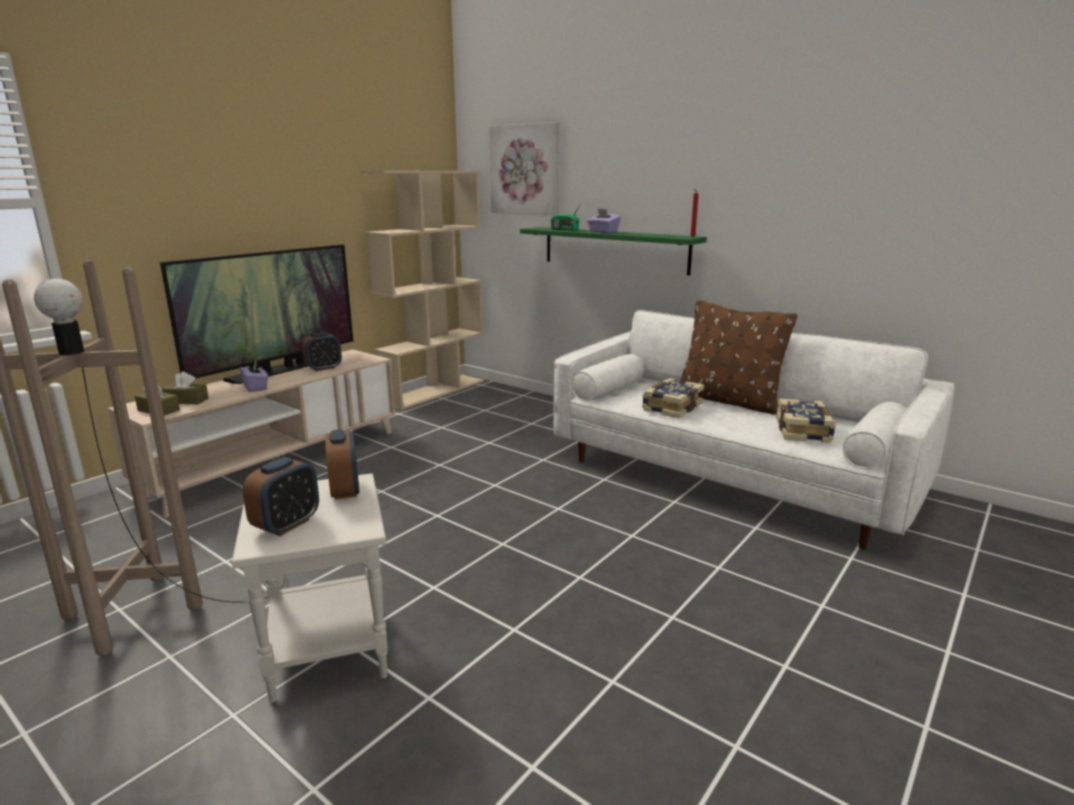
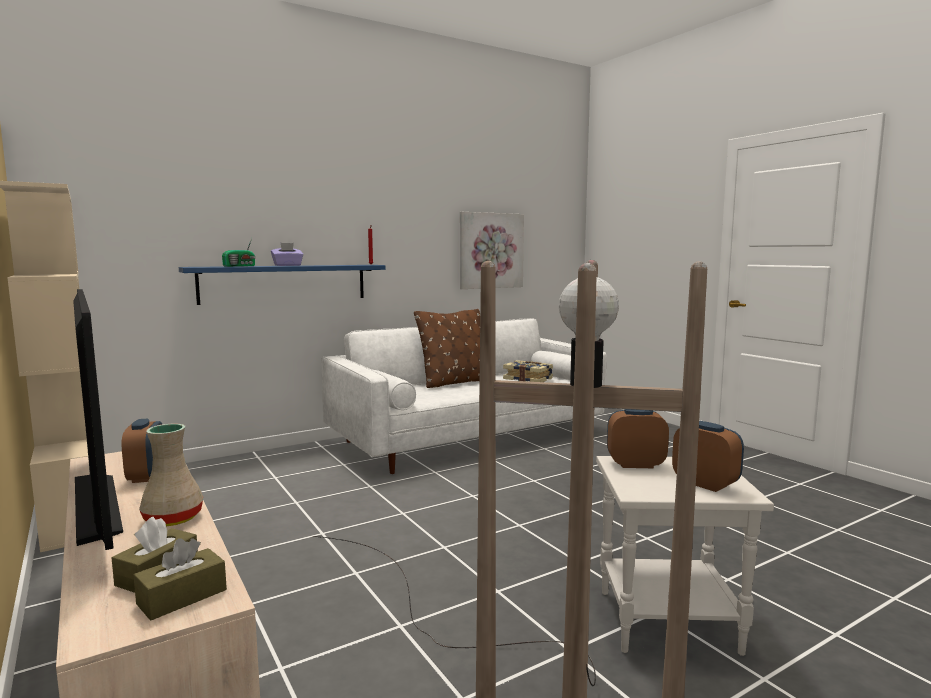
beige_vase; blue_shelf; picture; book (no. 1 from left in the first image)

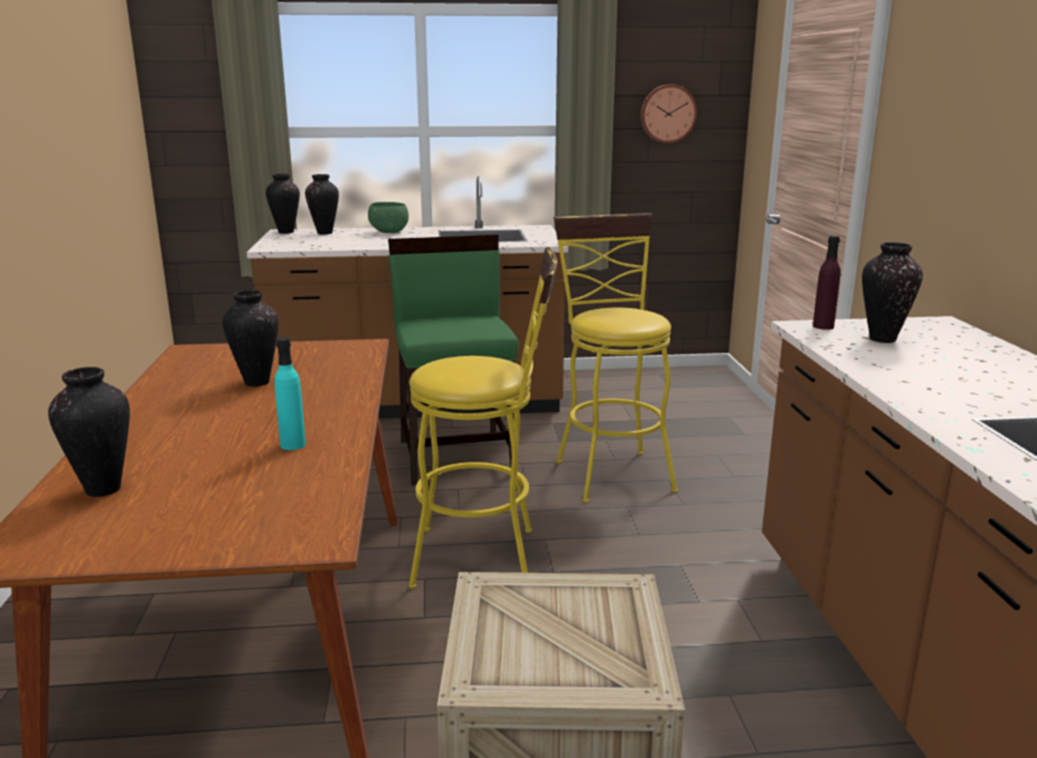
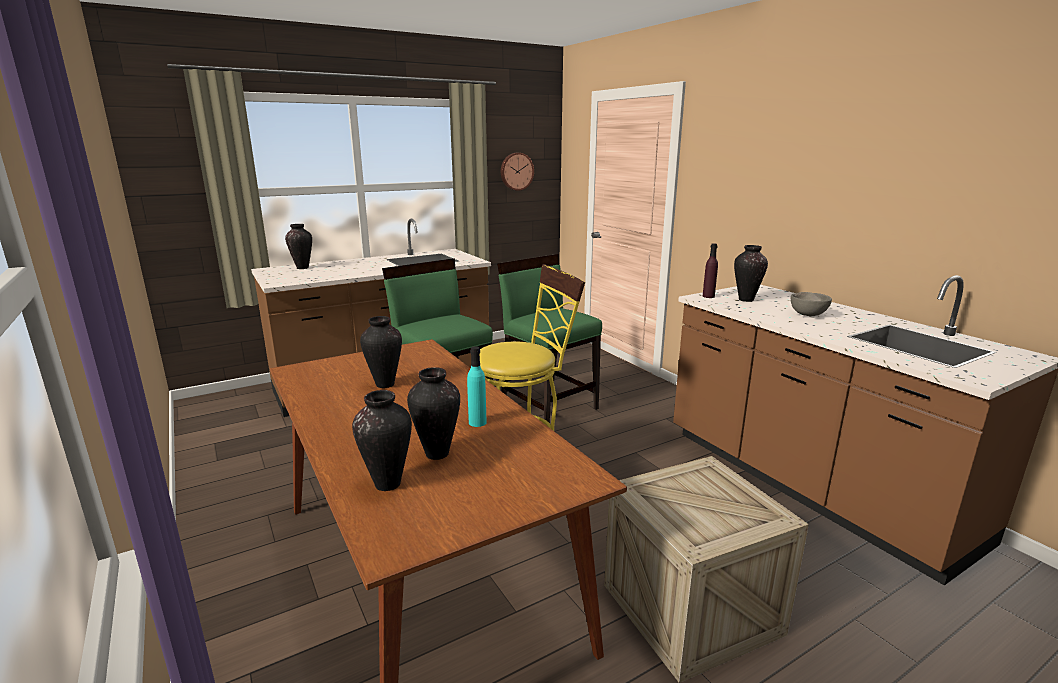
vase (no. 4 from left); green_chair (no. 2 from left); grey_bowl; green_bowl

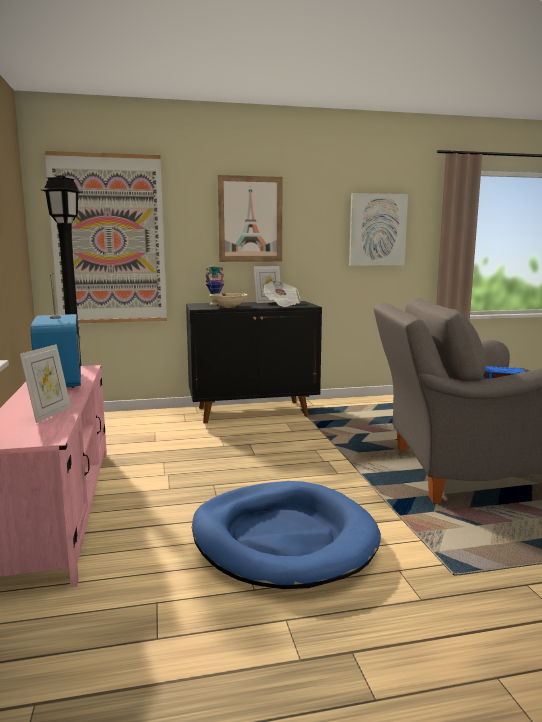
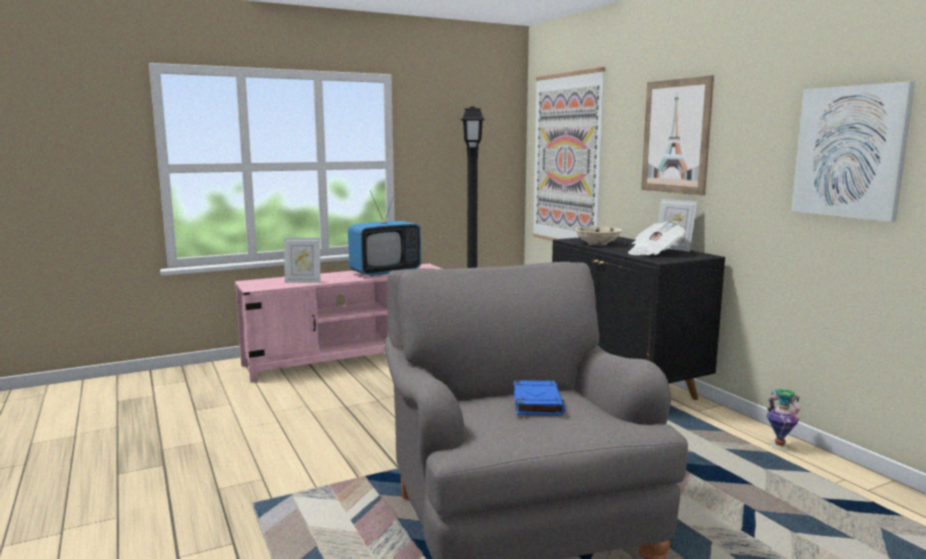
vase; blue_dog_bed

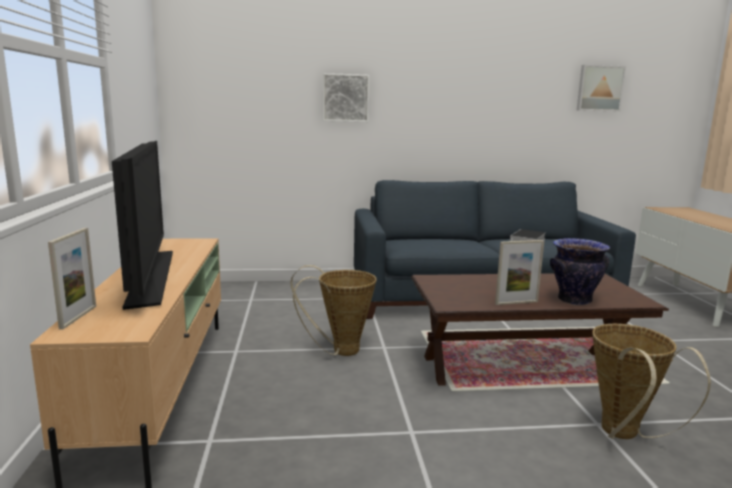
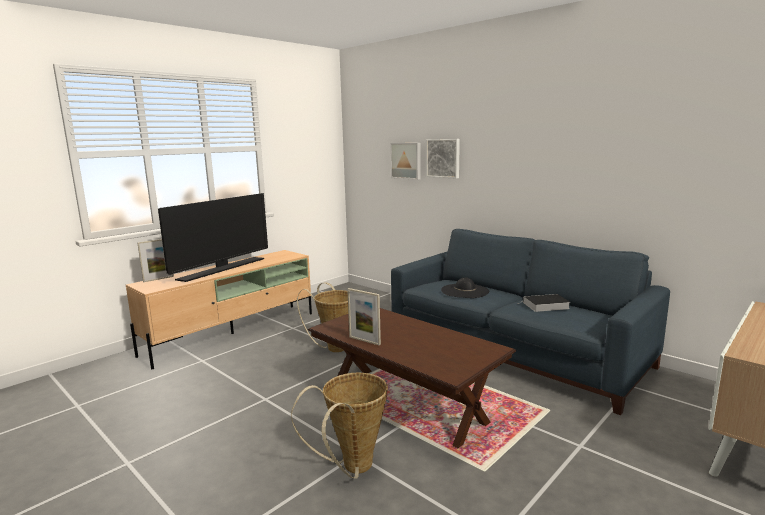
picture (no. 1 from left); black_hat; vase

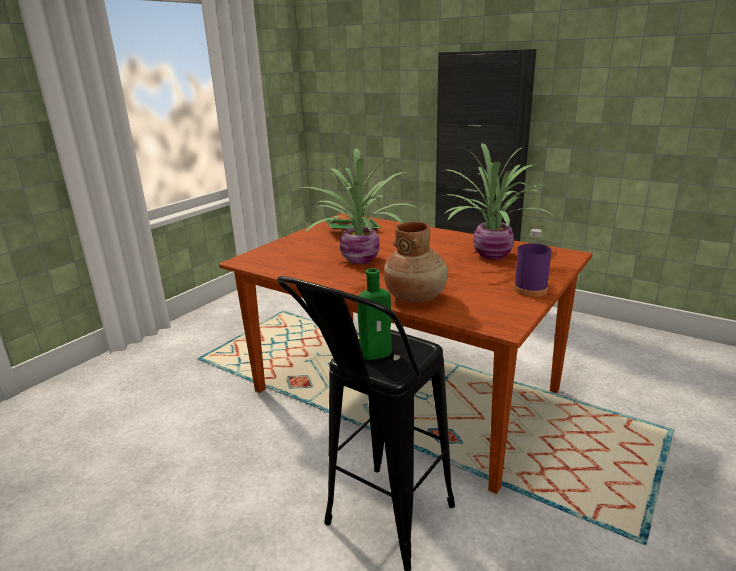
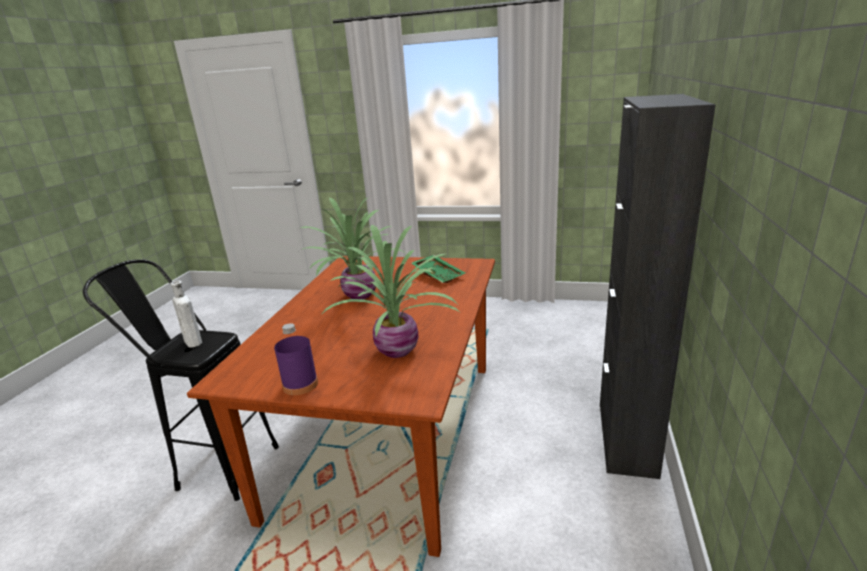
white_bottle; brown_vase

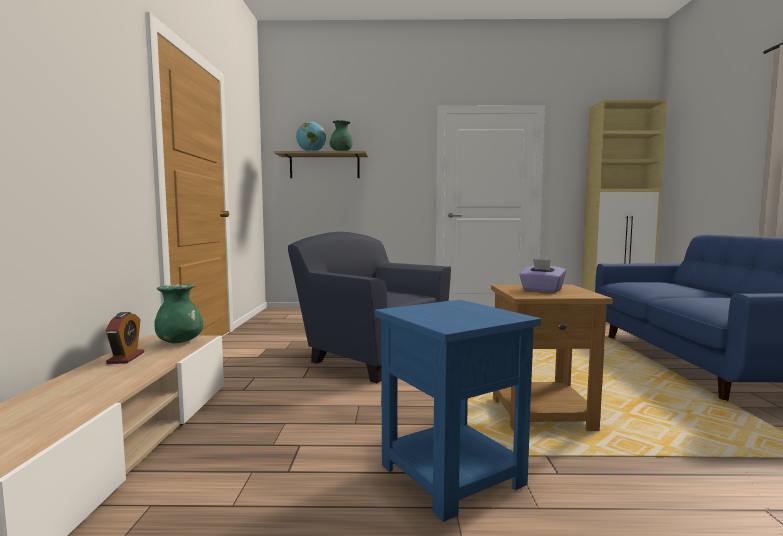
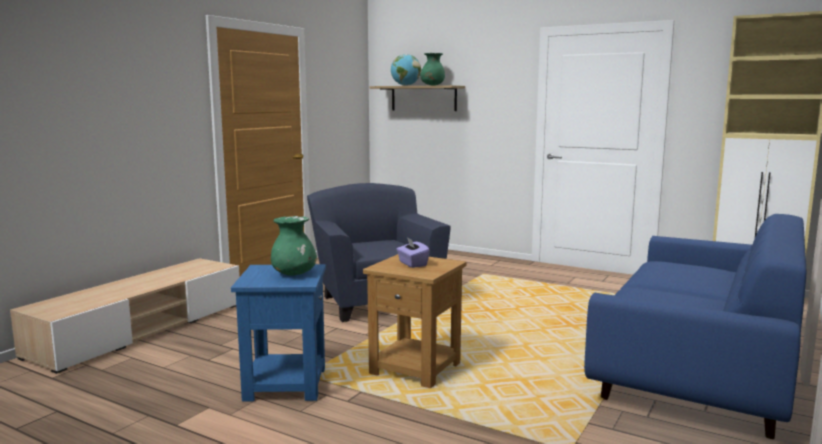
green_vase (no. 1 from left); alarm_clock

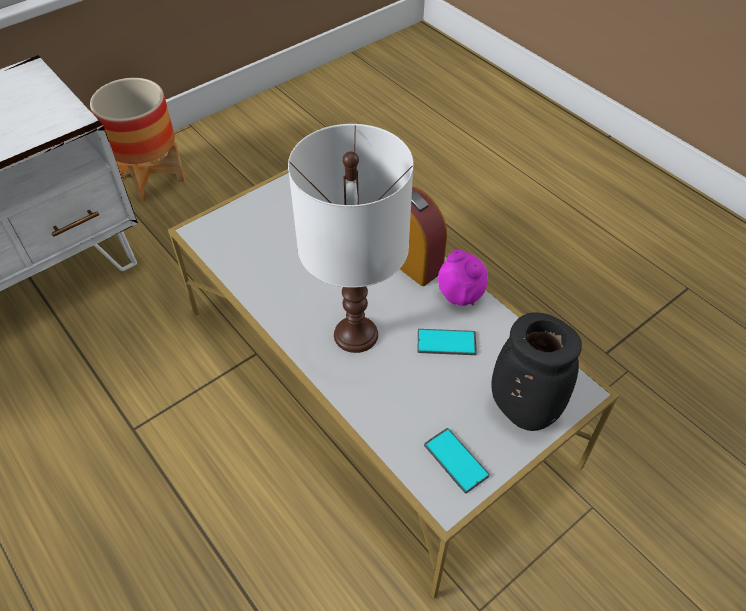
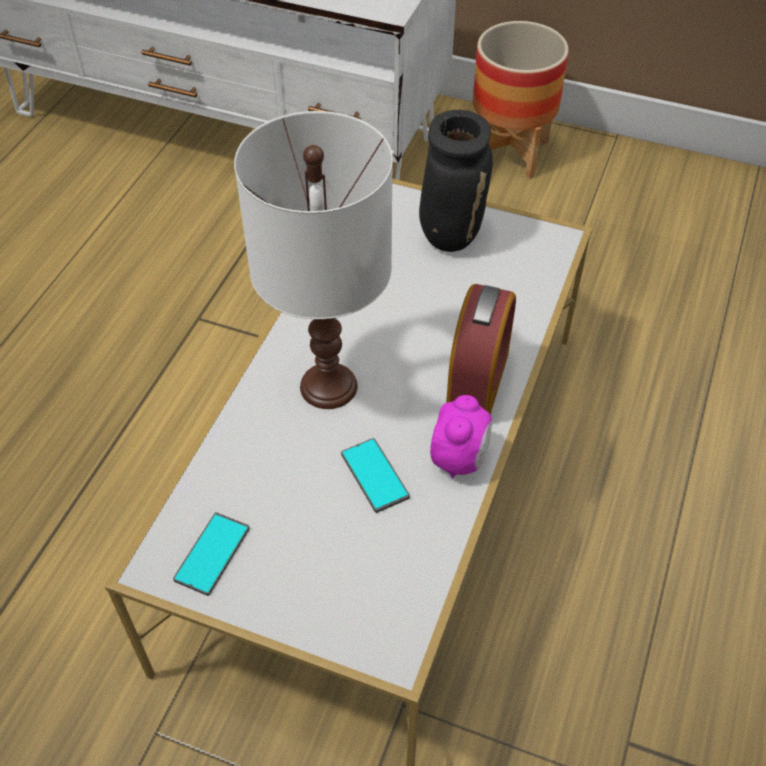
black_vase

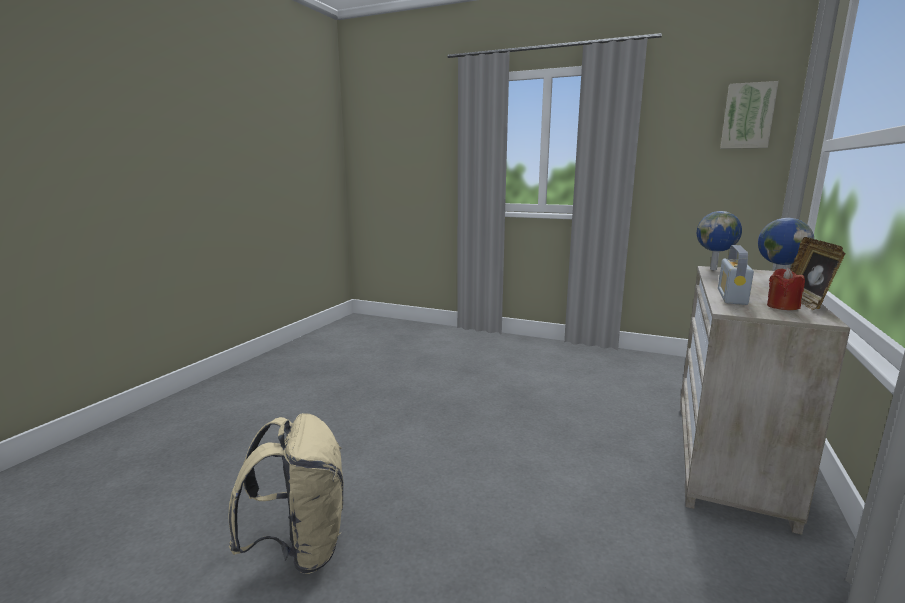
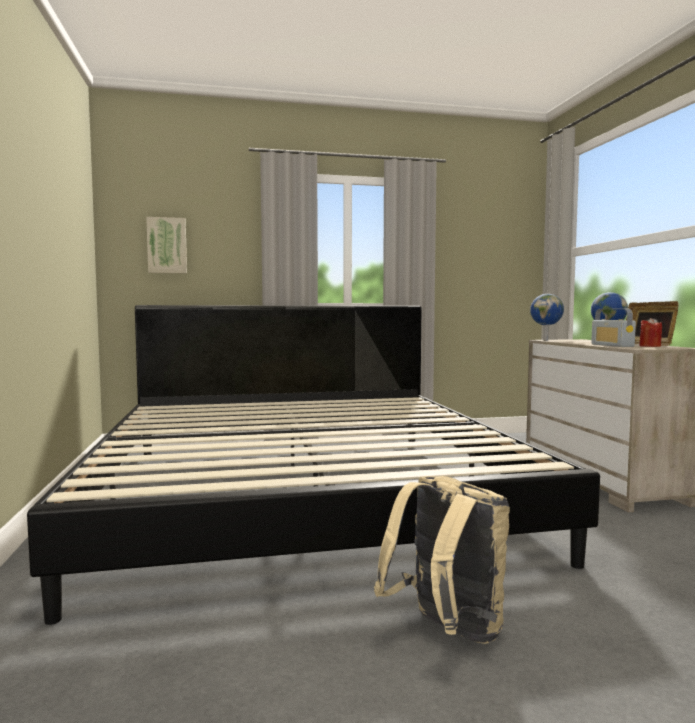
bed; picture

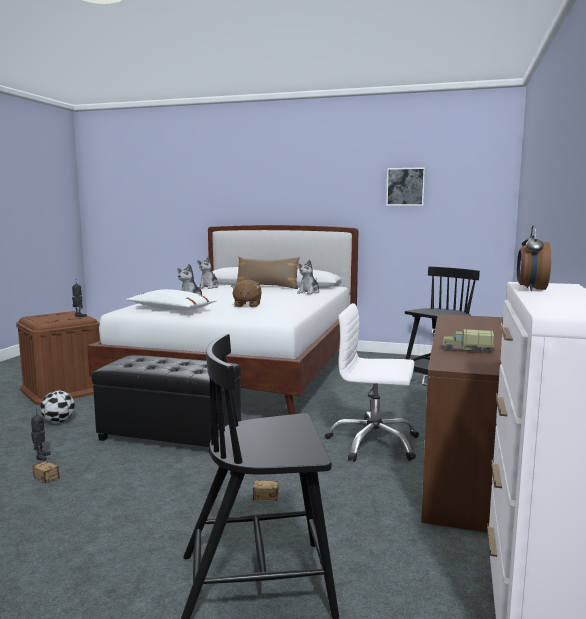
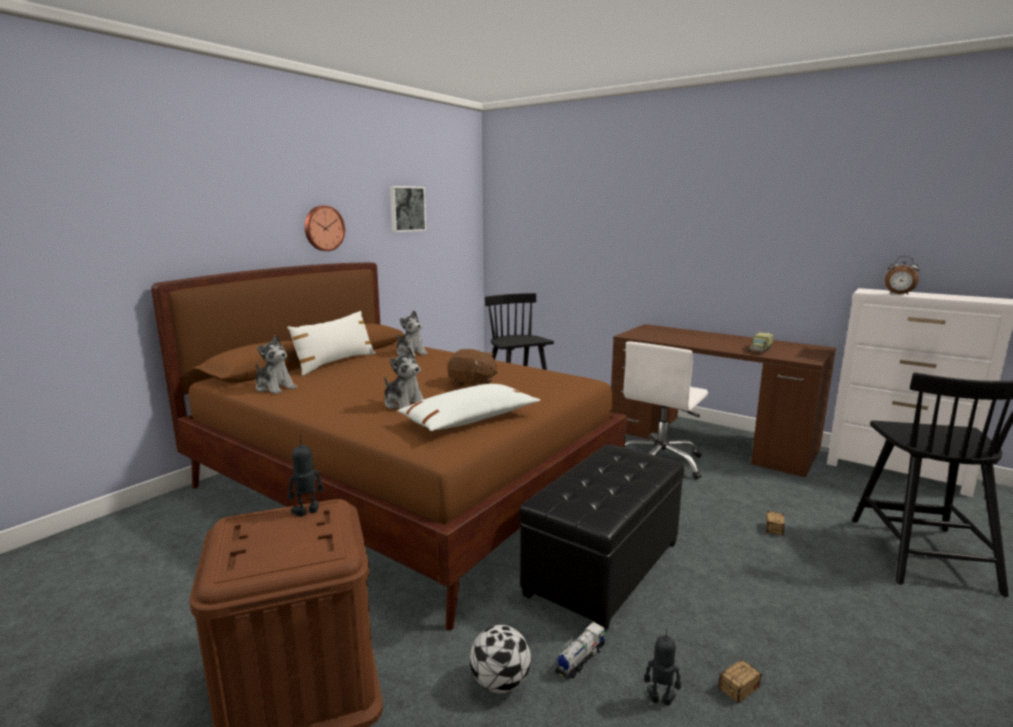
brown_bed; white_pillow (no. 1 from left); wall_clock; toy_truck (no. 1 from left)

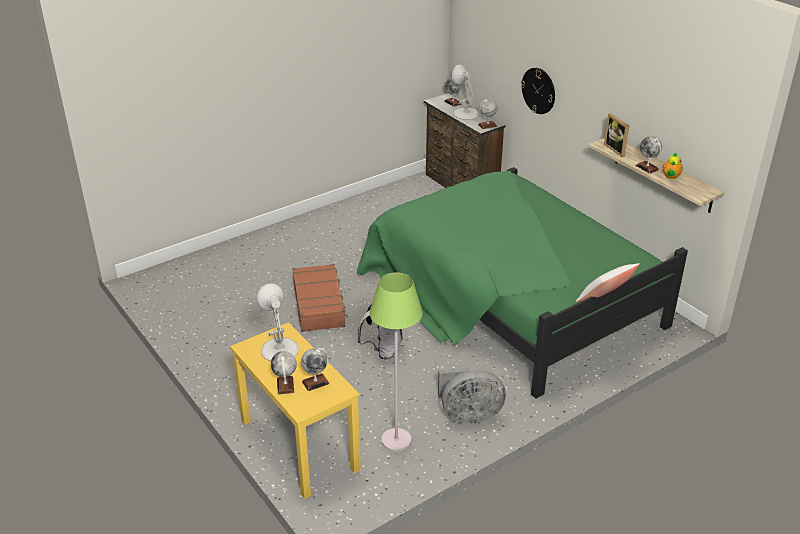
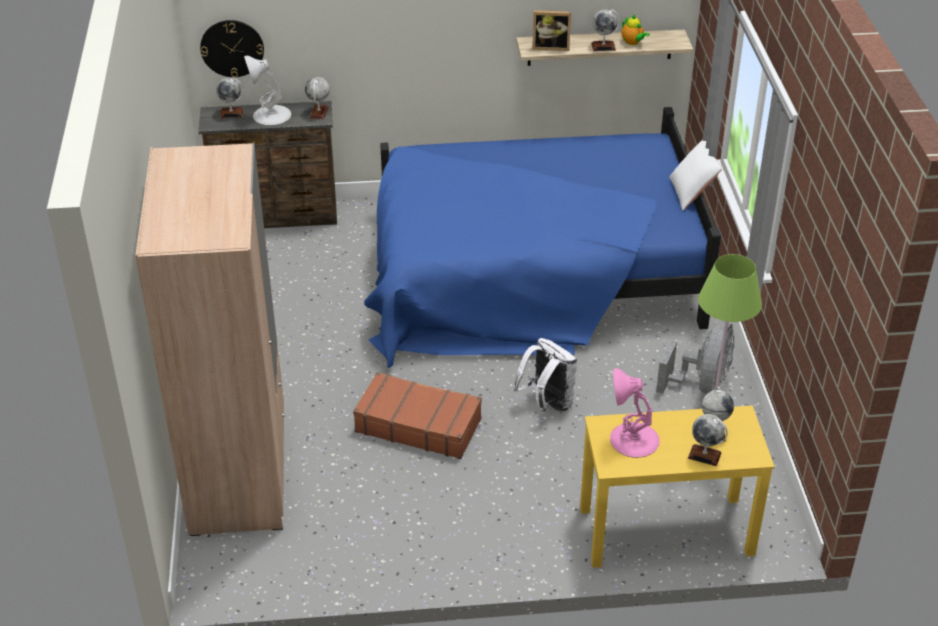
beige_wardrobe; wall_clock; blue_bed; pink_table_lamp

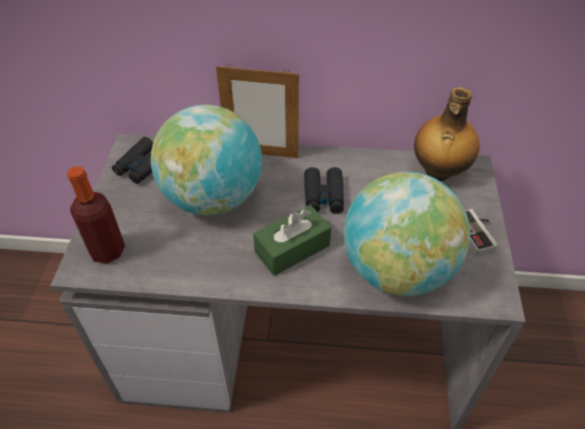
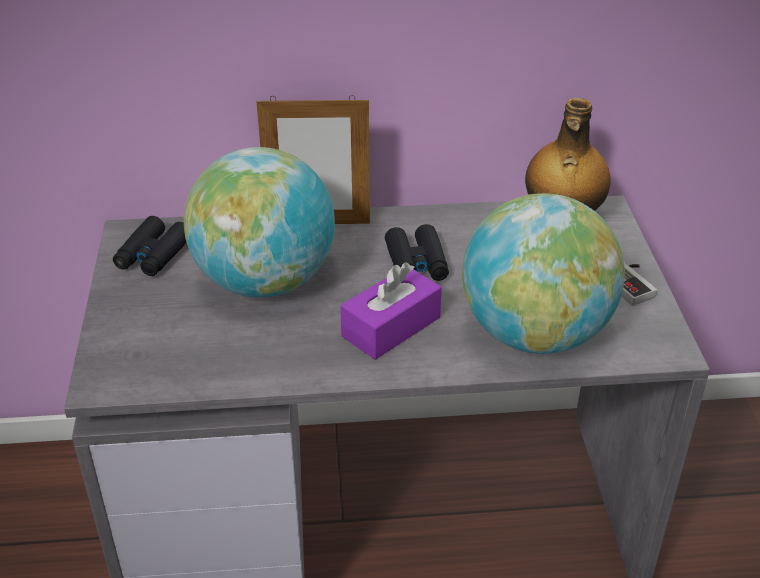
purple_tissue_box; bottle (no. 1 from left in the first image)

